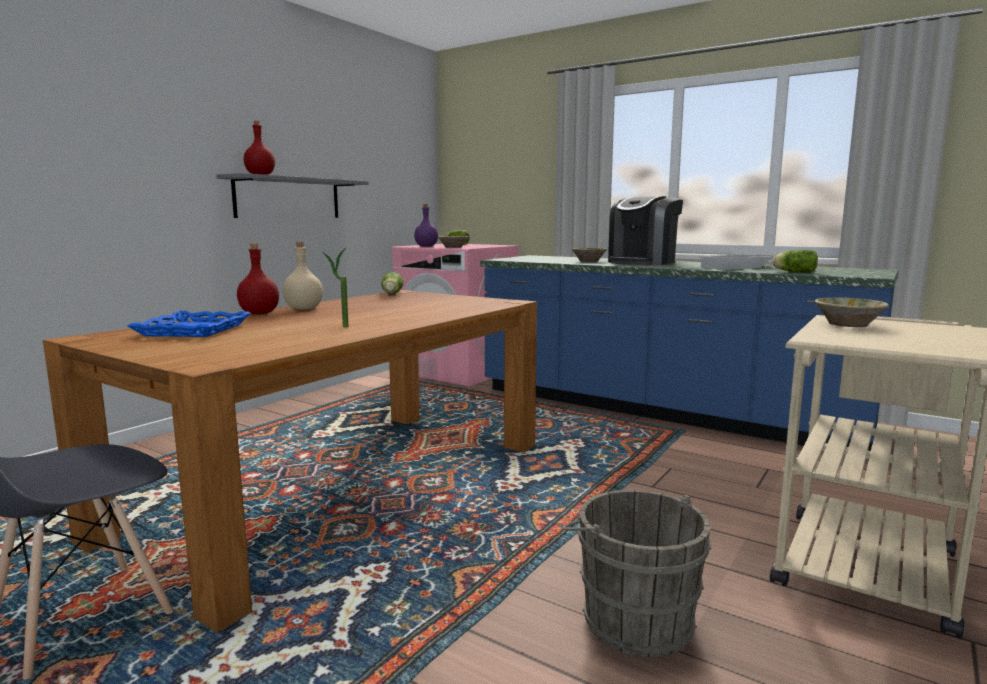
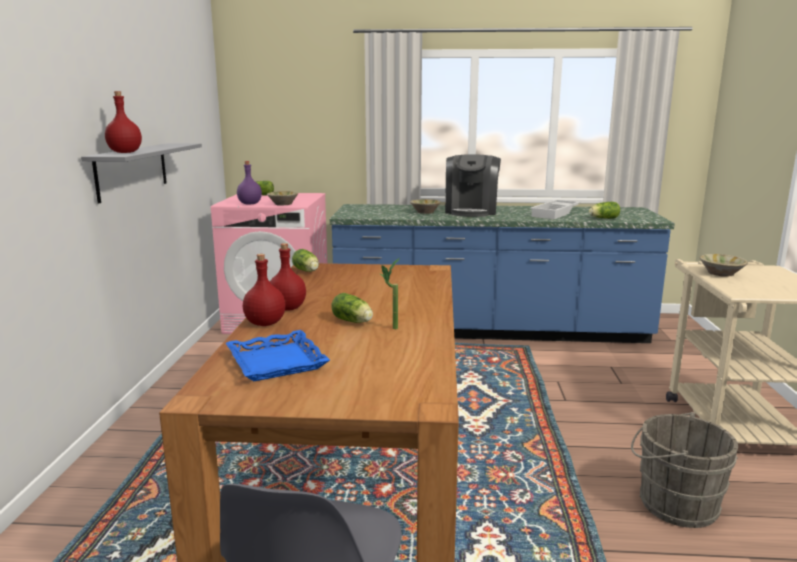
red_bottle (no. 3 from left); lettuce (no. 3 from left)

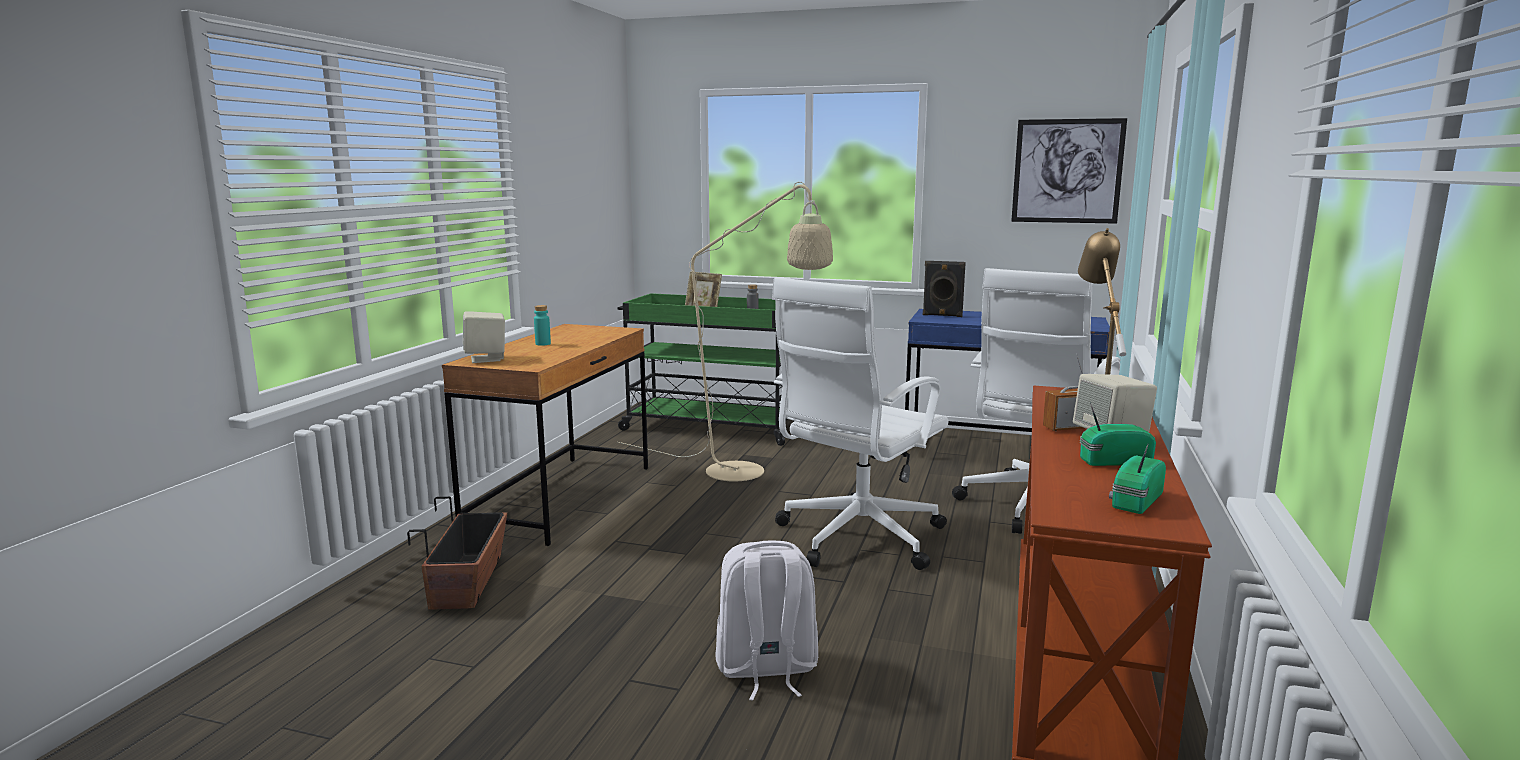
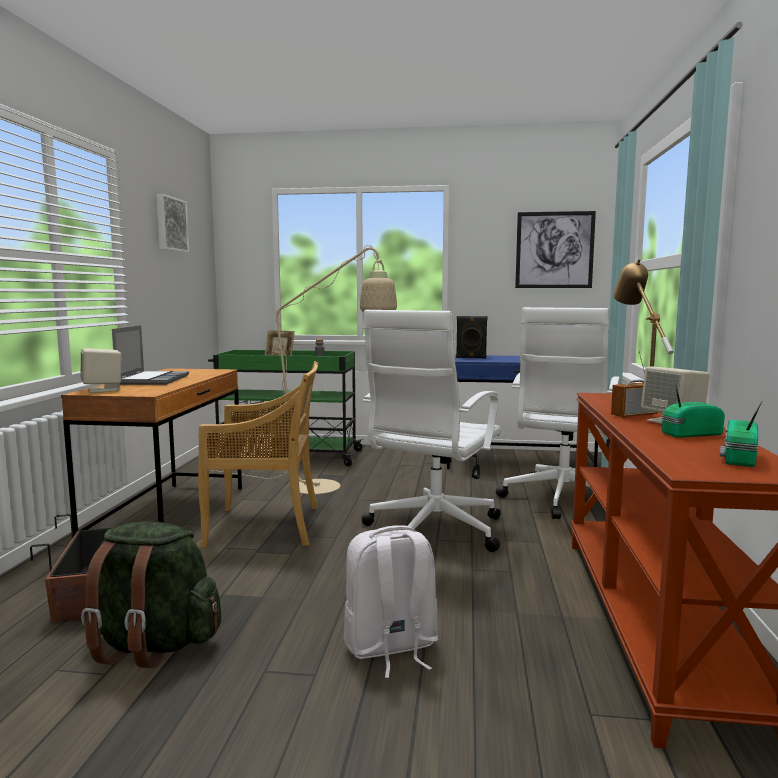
green_backpack; laptop; picture (no. 1 from left); beige_chair

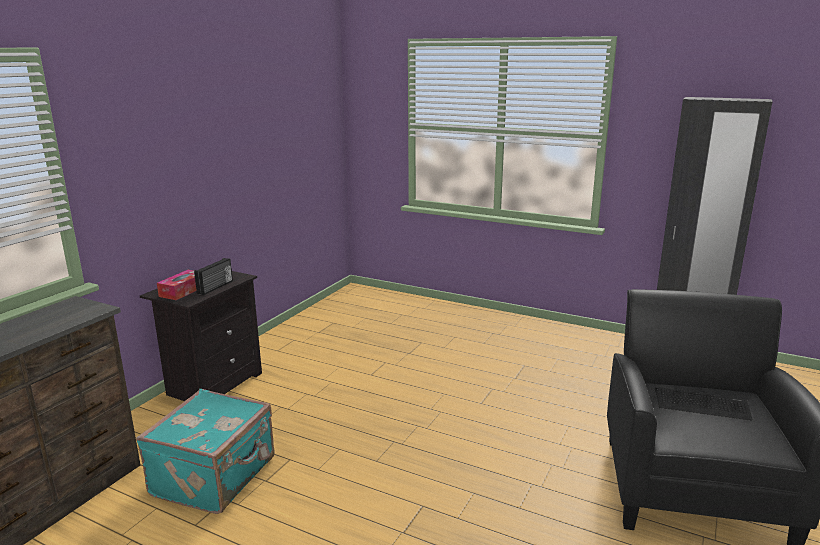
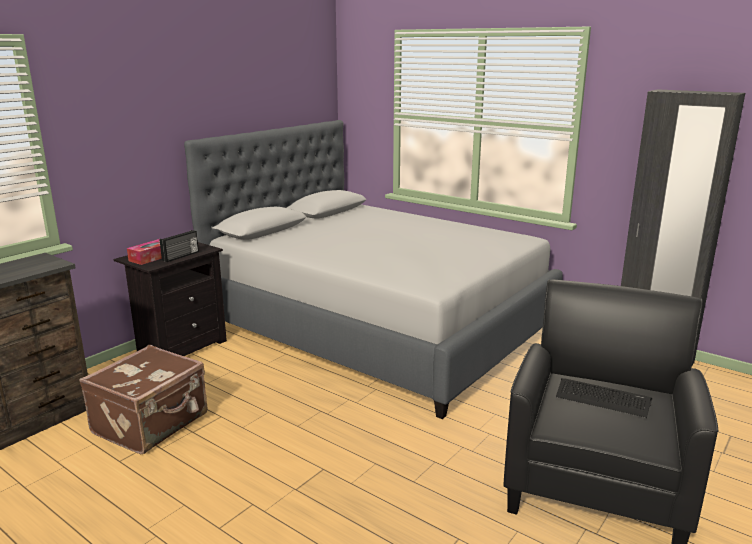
brown_suitcase; grey_bed

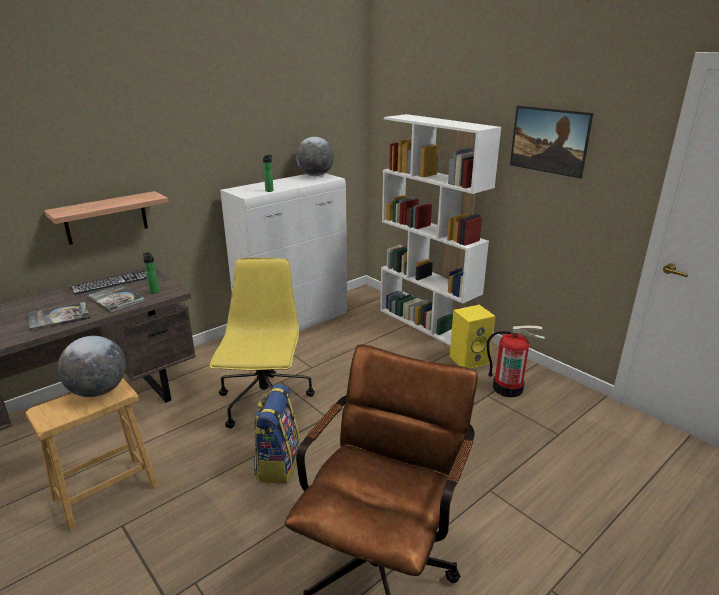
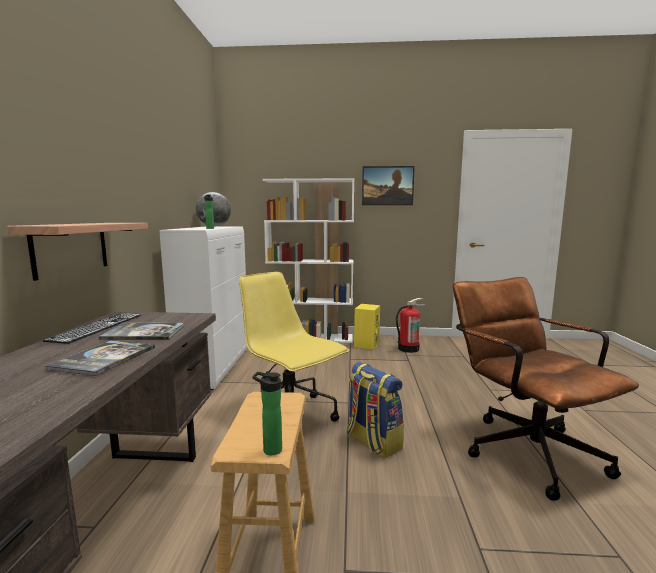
bottle (no. 2 from left); globe (no. 1 from left in the first image)

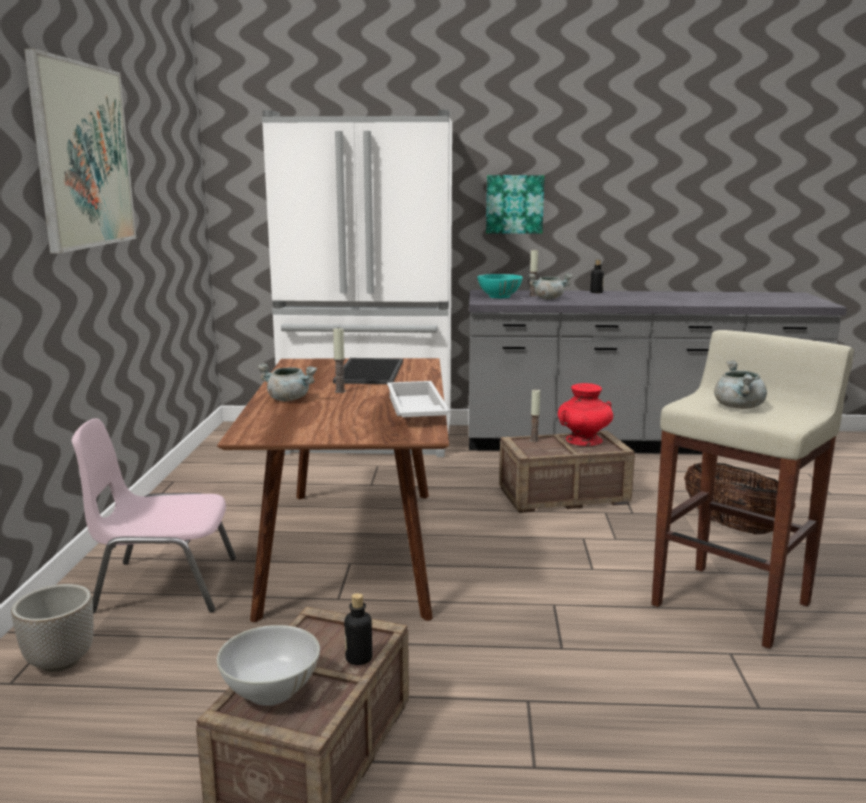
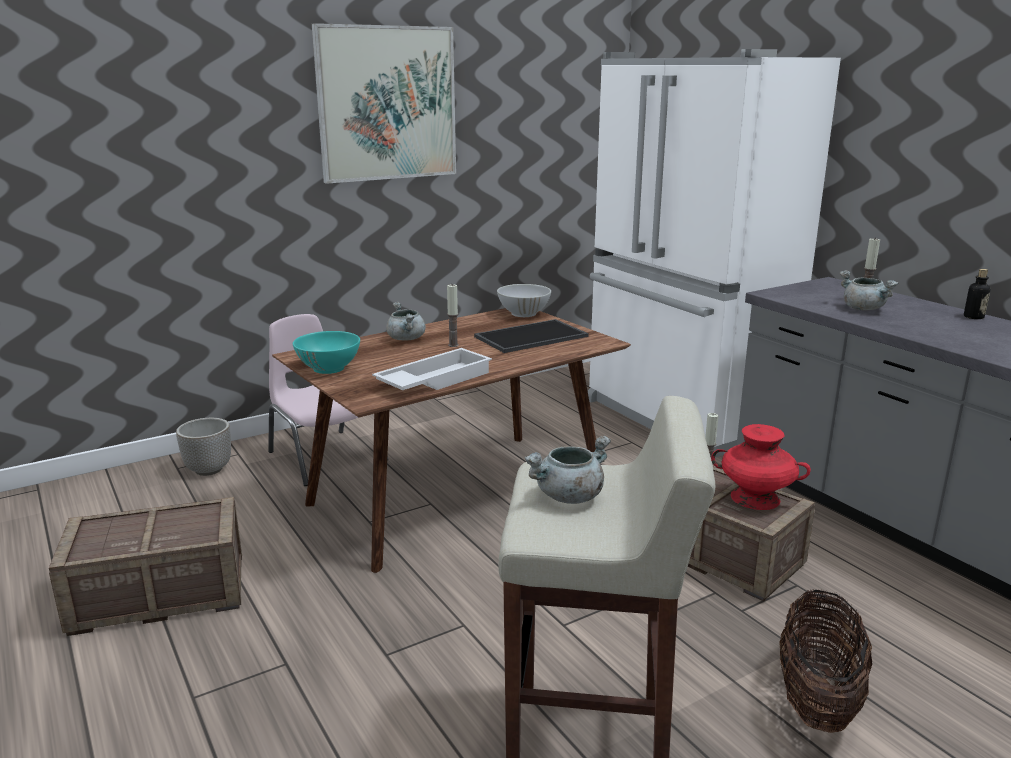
turquoise_bowl; white_bowl; bottle (no. 1 from left in the first image); picture (no. 2 from left in the first image)

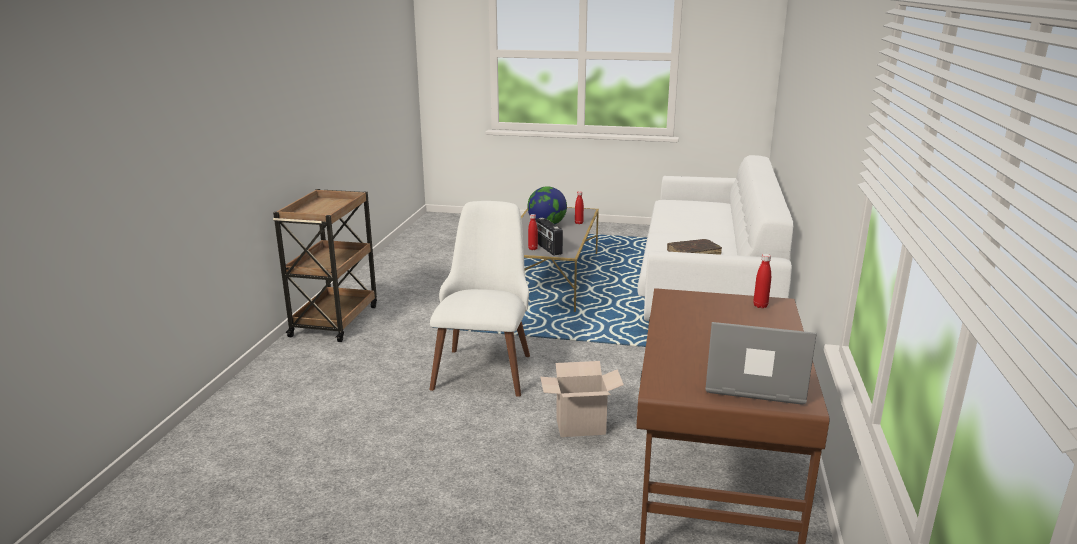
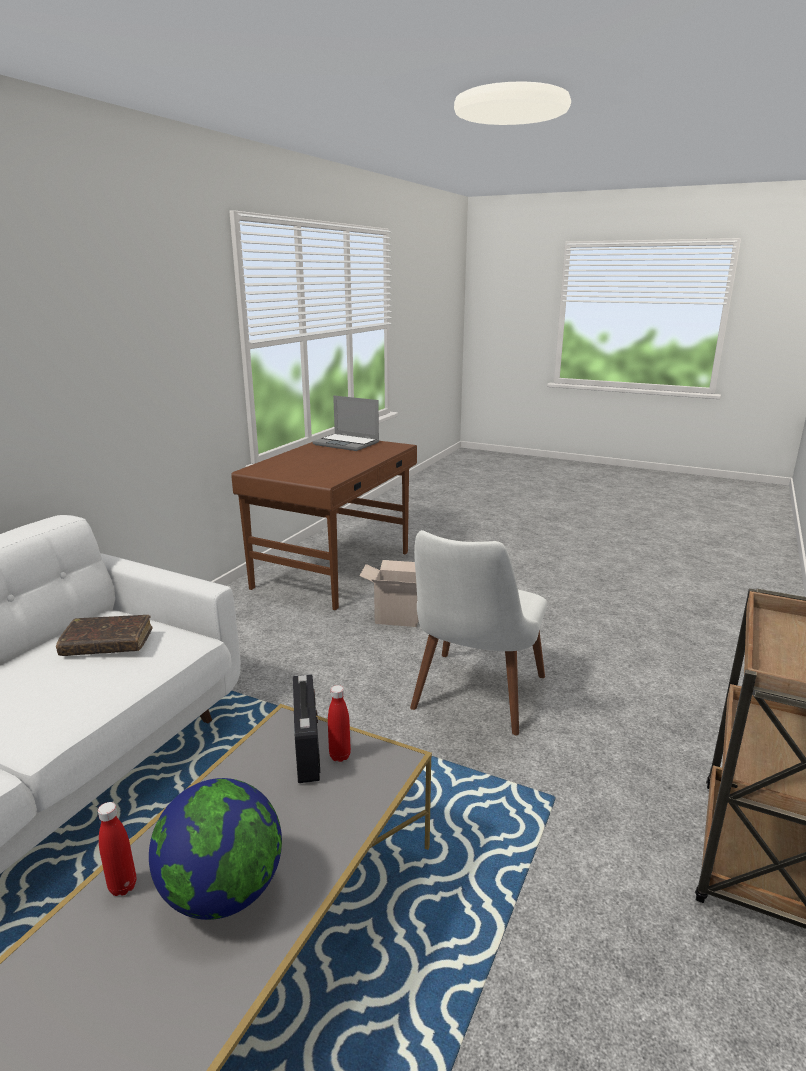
red_bottle (no. 3 from left in the first image)

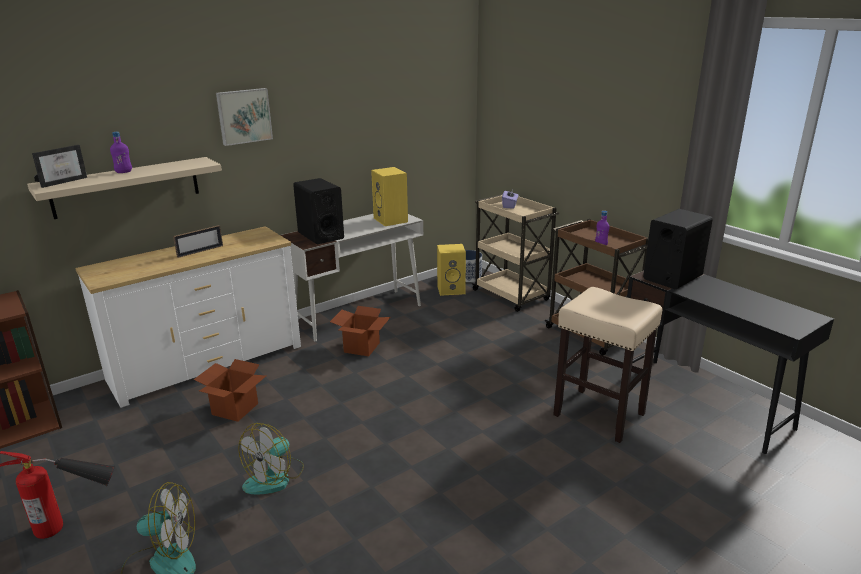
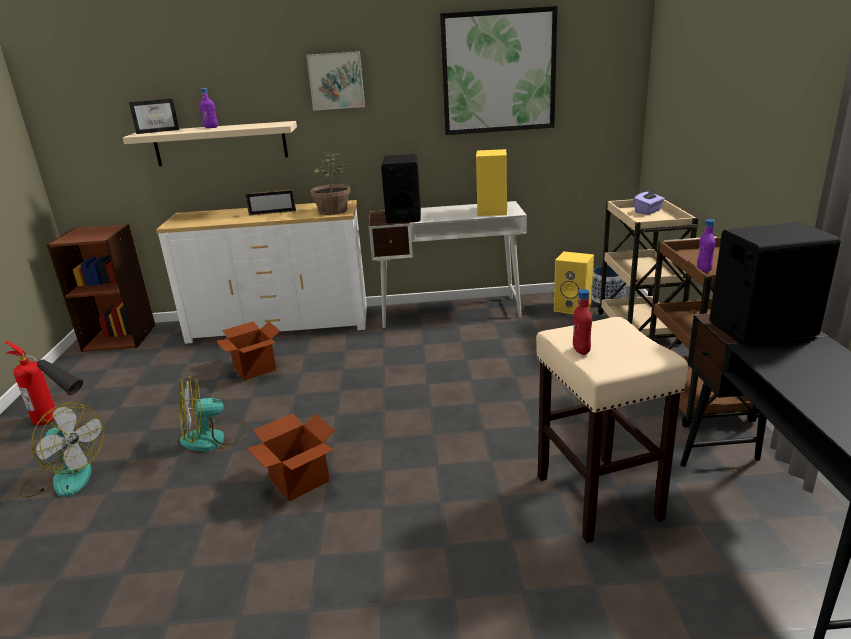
cardboard_box (no. 2 from left); potted_plant; picture (no. 2 from left); red_bottle

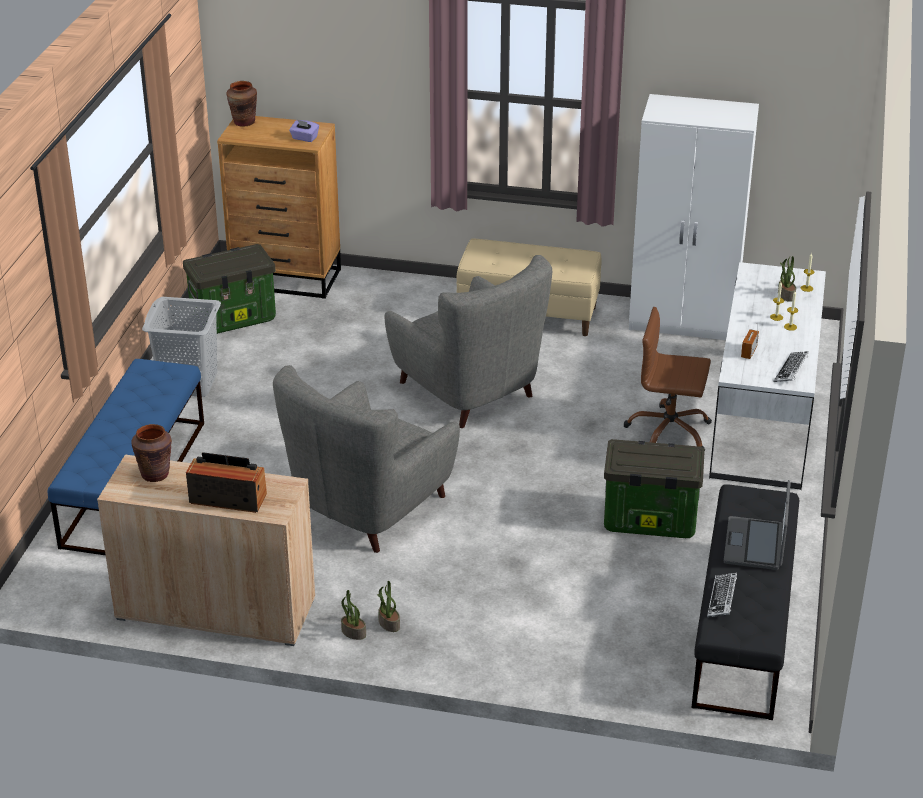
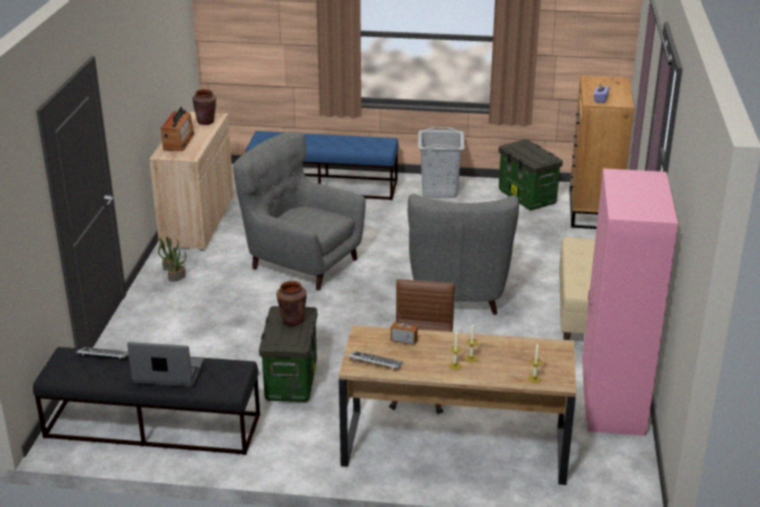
brown_vase (no. 2 from left); brown_desk; grey_armchair (no. 2 from left); pink_wardrobe; potted_plant (no. 3 from left in the first image)

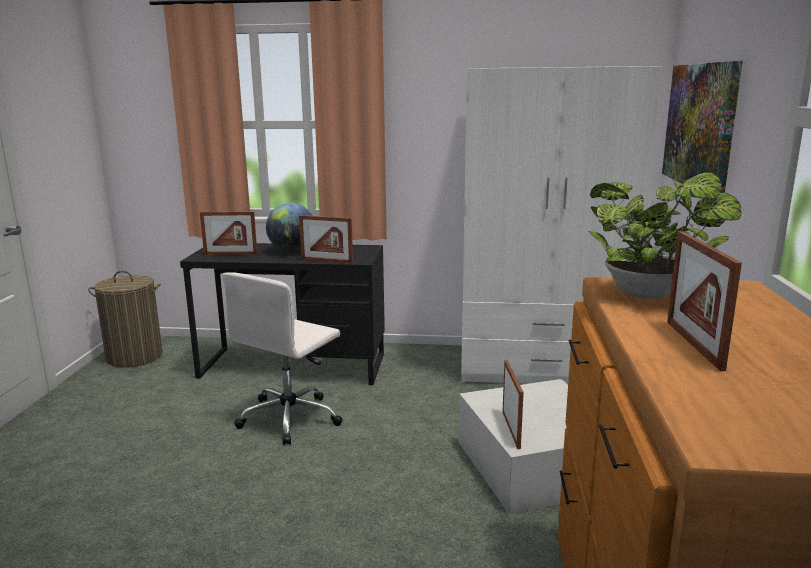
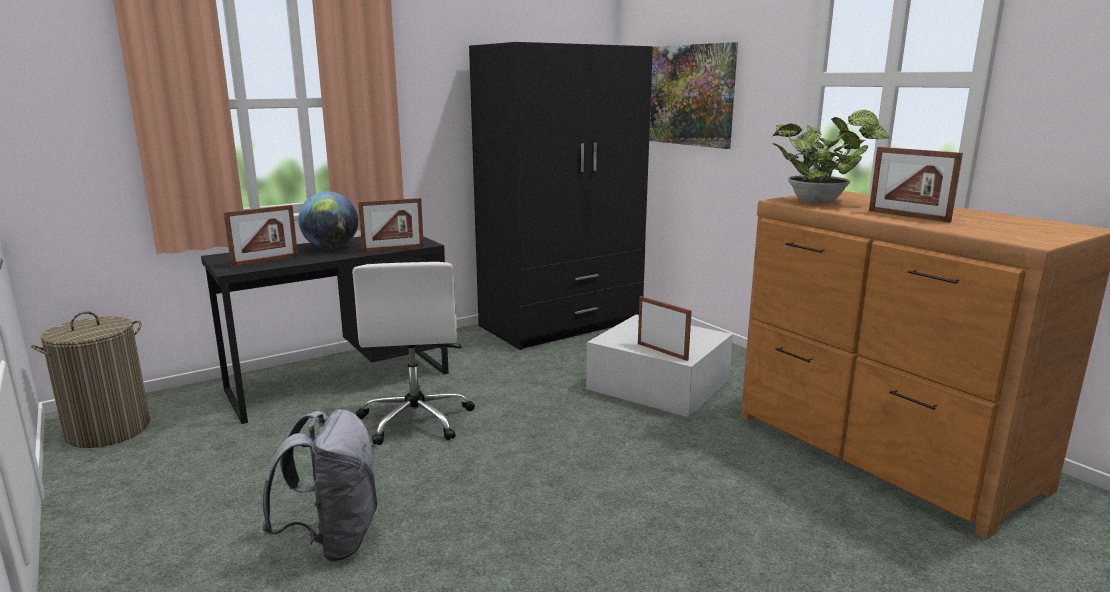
grey_backpack; black_wardrobe

